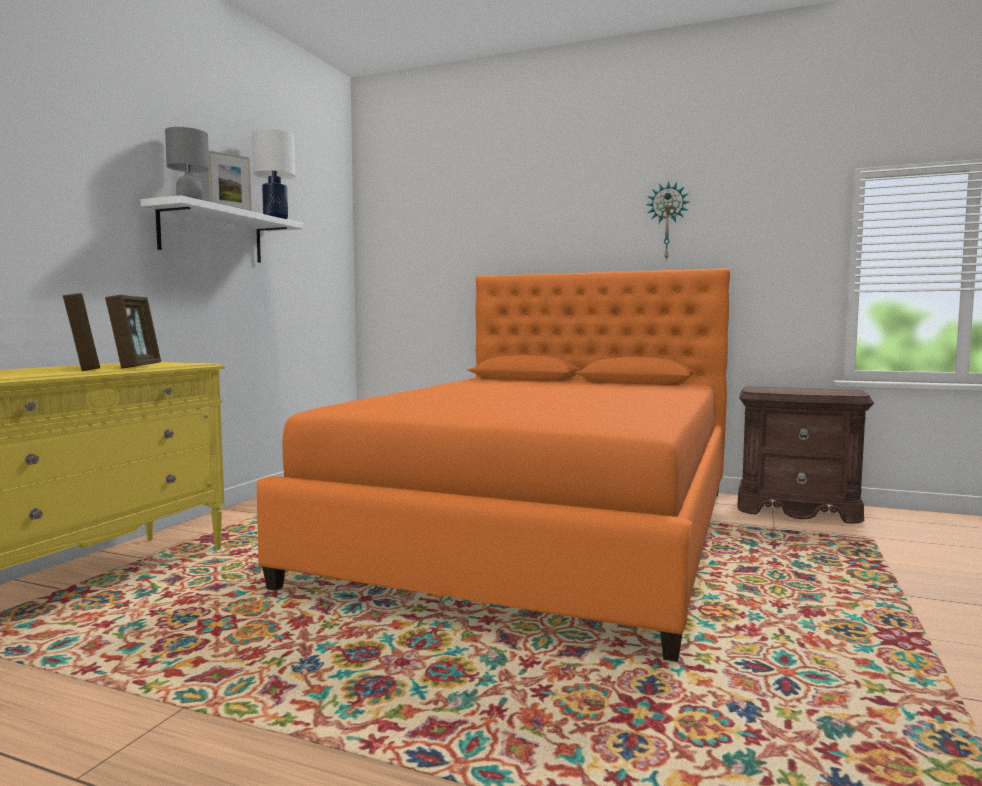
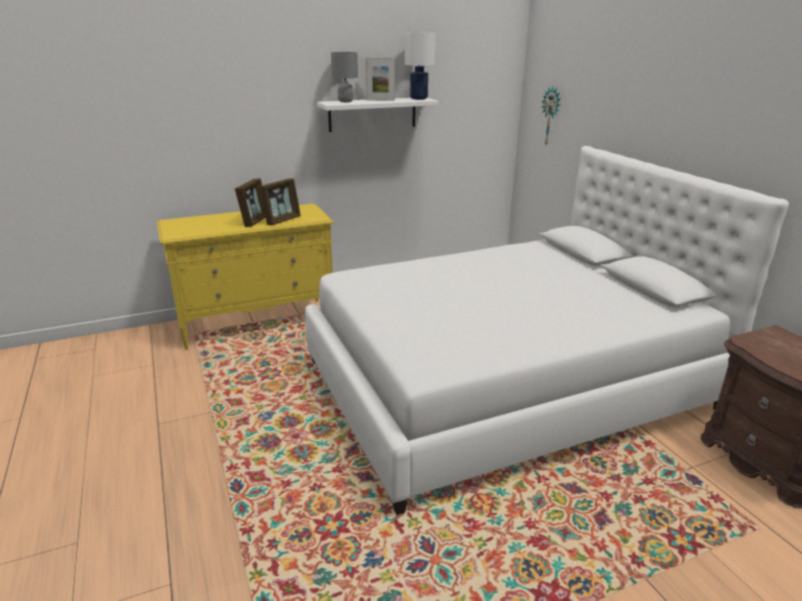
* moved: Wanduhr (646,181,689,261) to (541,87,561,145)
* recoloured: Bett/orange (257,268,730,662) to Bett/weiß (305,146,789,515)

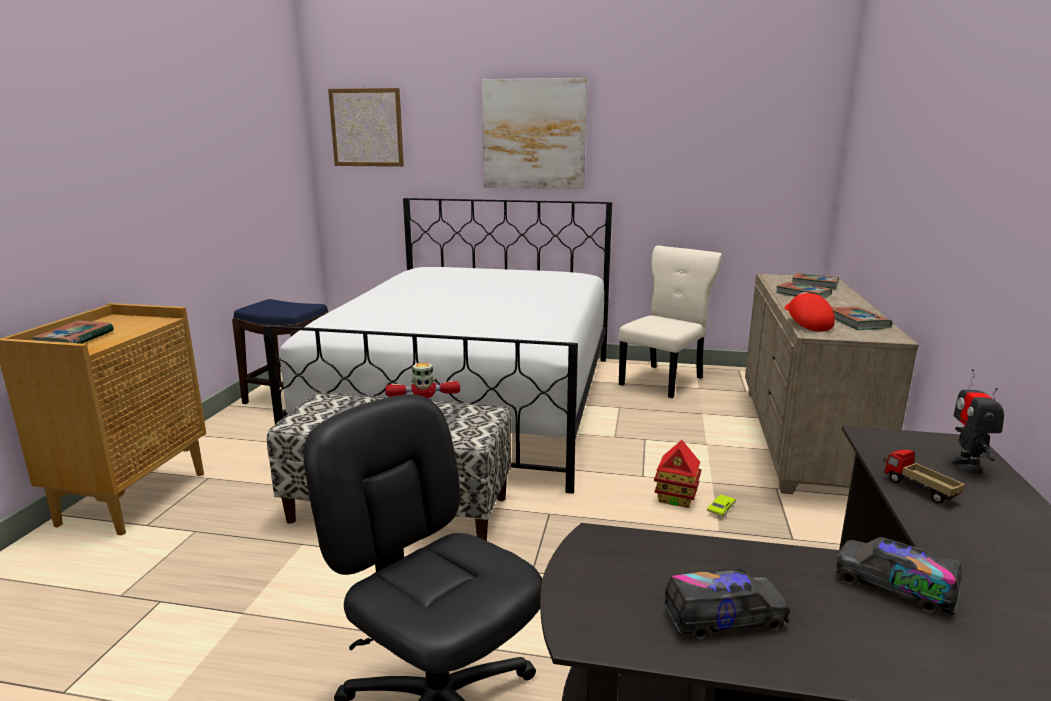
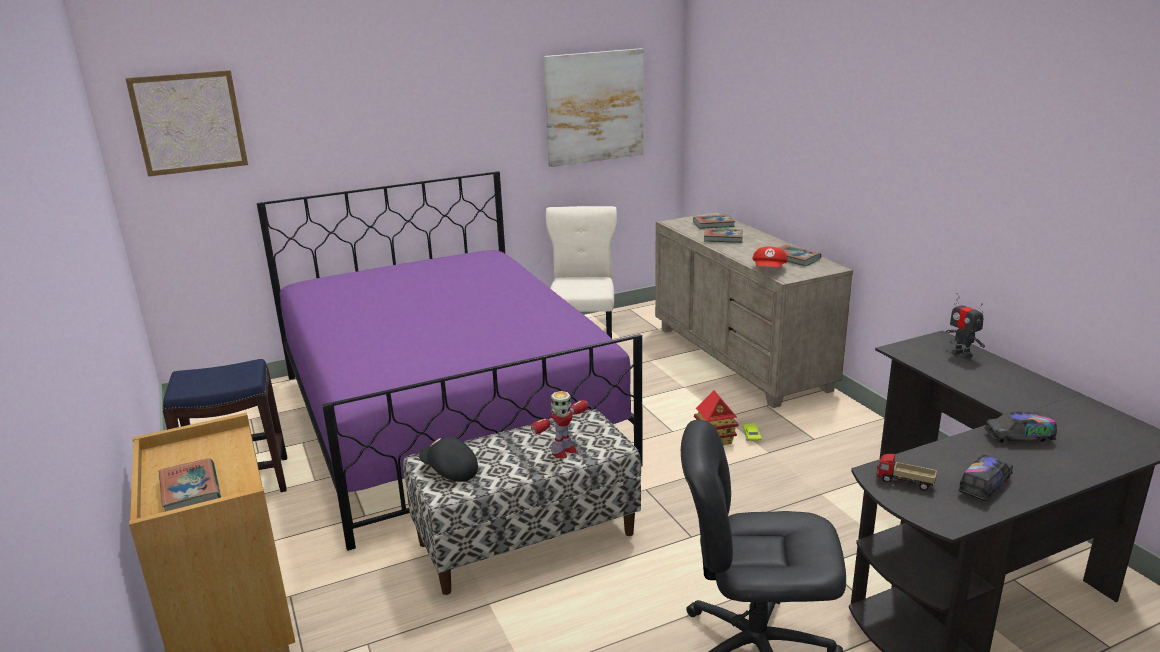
* moved: Bild (482,78,587,189) to (544,48,644,167)
* recoloured: Bett/weiß (262,198,612,494) to Bett/lila (257,171,643,551)
* turned: Kappe/rot (785,292,835,332) = (752,247,788,267) 120 degrees counterclockwise
* moved: Spielzeuglaster (884,449,965,503) to (877,454,937,491)
* added: Kappe/schwarz (419,437,478,482)

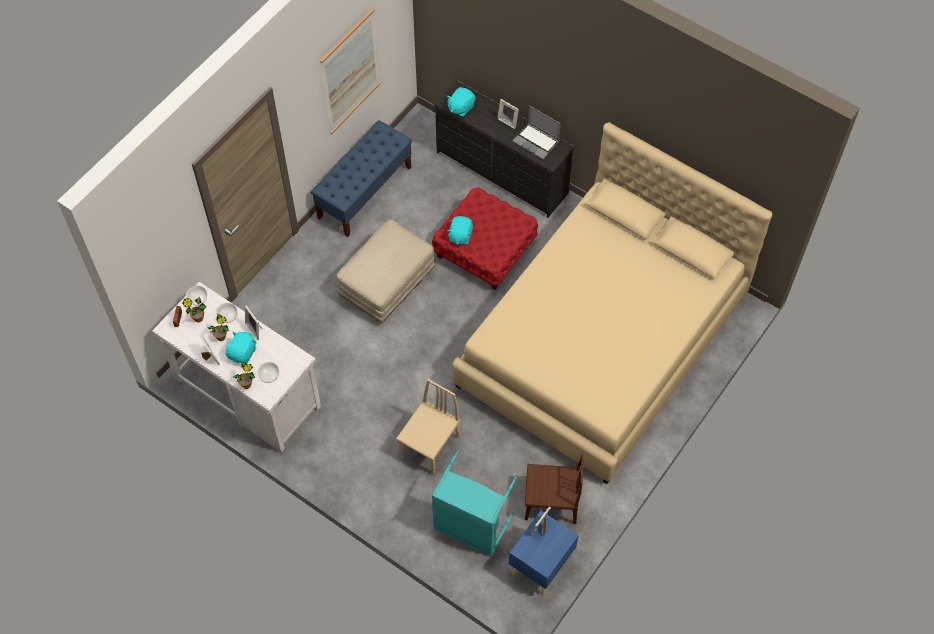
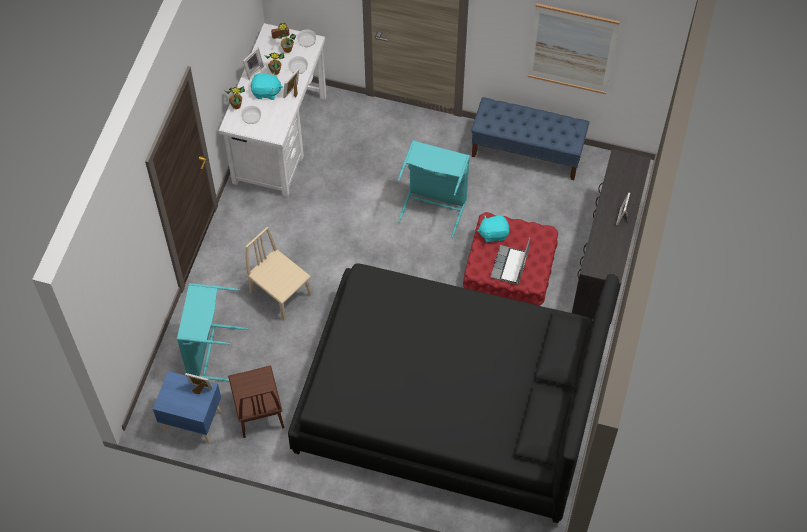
* removed: Plüschtier/türkis (447,87,476,117)
* moved: Laptop (512,106,561,159) to (490,237,530,285)
* recoloured: Bett/beige (453,122,772,484) to Bett/schwarz (288,263,619,523)
* replaced: Polsterhocker/beige (337,220,435,324) to Wäschekorb/türkis (398,140,470,237)
* turned: Stuhl/beige (396,379,461,475) = (245,227,312,320) 150 degrees counterclockwise

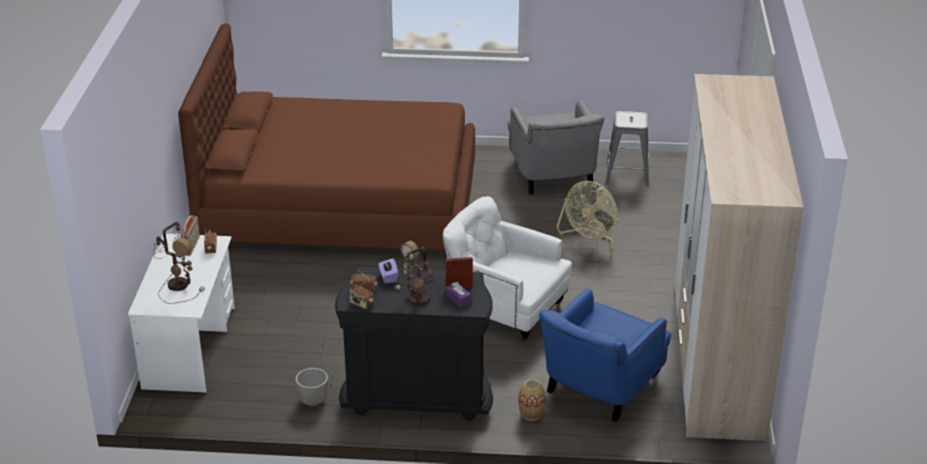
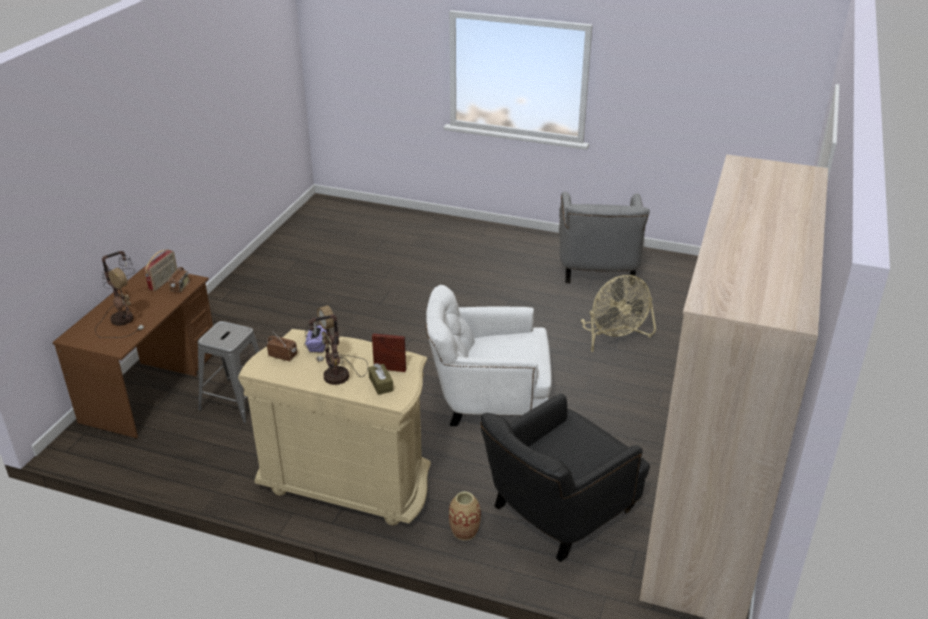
* removed: Bett/braun (178,23,475,250)
* moved: Hocker/grau (605,111,649,187) to (197,321,260,423)
* turned: Ventilator/beige (557,181,619,256) = (581,275,656,352) 75 degrees counterclockwise
* turned: Sessel/weiß (442,196,572,341) = (426,285,551,426) 45 degrees counterclockwise
* recoloured: Schreibtisch/weiß (127,234,235,393) to Schreibtisch/braun (52,267,213,438)
* recoloured: Kommode/schwarz (335,267,493,420) to Kommode/beige (238,329,431,525)
* removed: Radio (349,282,374,309)
* recoloured: Taschentuchbox/lila (446,282,471,307) to Taschentuchbox/braun (368,363,394,395)
* recoloured: Sessel/blau (539,288,671,422) to Sessel/schwarz (480,394,650,562)
* removed: Pflanzkübel/grau (295,368,328,406)

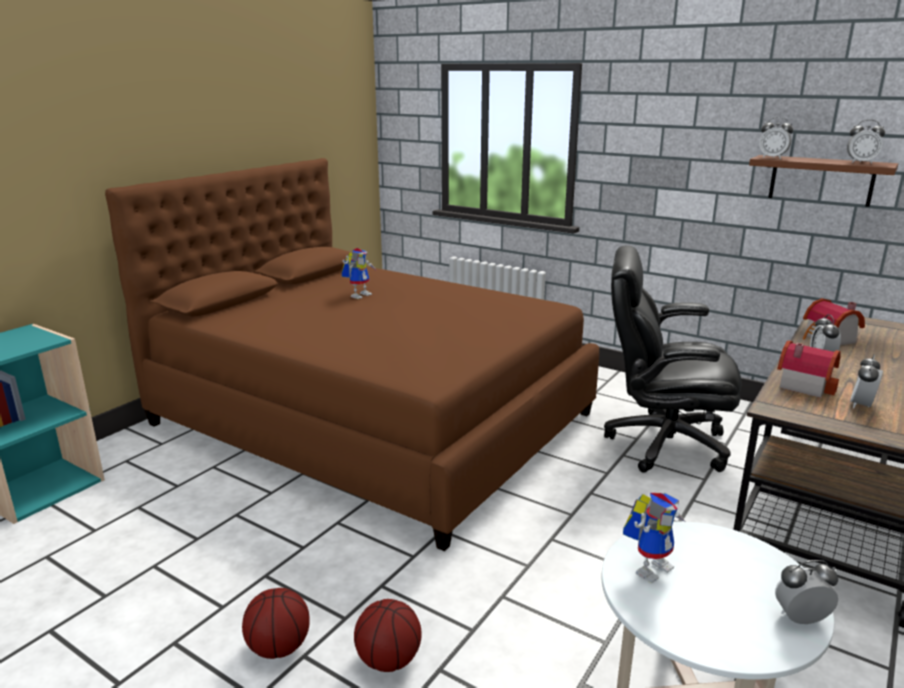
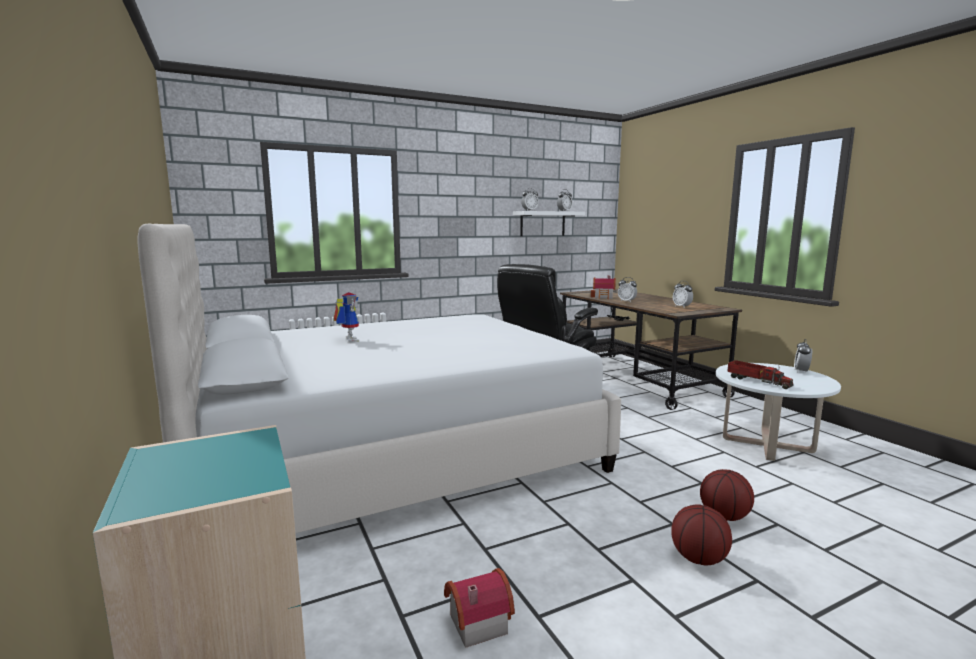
* recoloured: Wandregal/braun (749,155,898,207) to Wandregal/weiß (513,211,585,236)
* recoloured: Bett/braun (105,158,599,551) to Bett/weiß (137,224,621,533)
* moved: Spielzeughaus (777,341,841,398) to (444,568,515,648)
* replaced: Spielzeugroboter (623,493,685,584) to Spielzeuglaster (727,360,794,389)

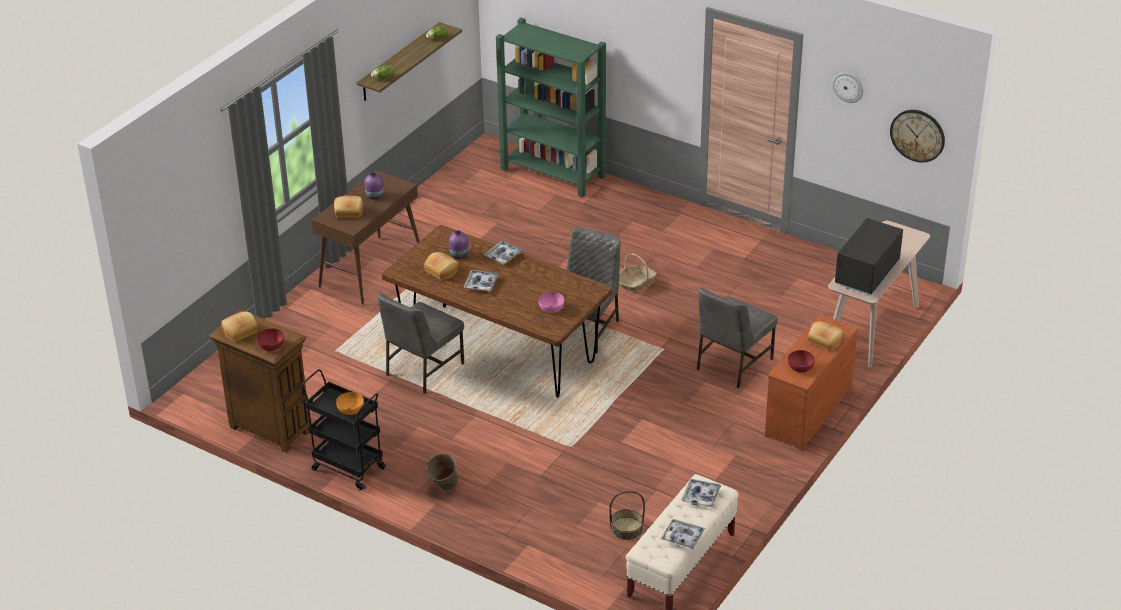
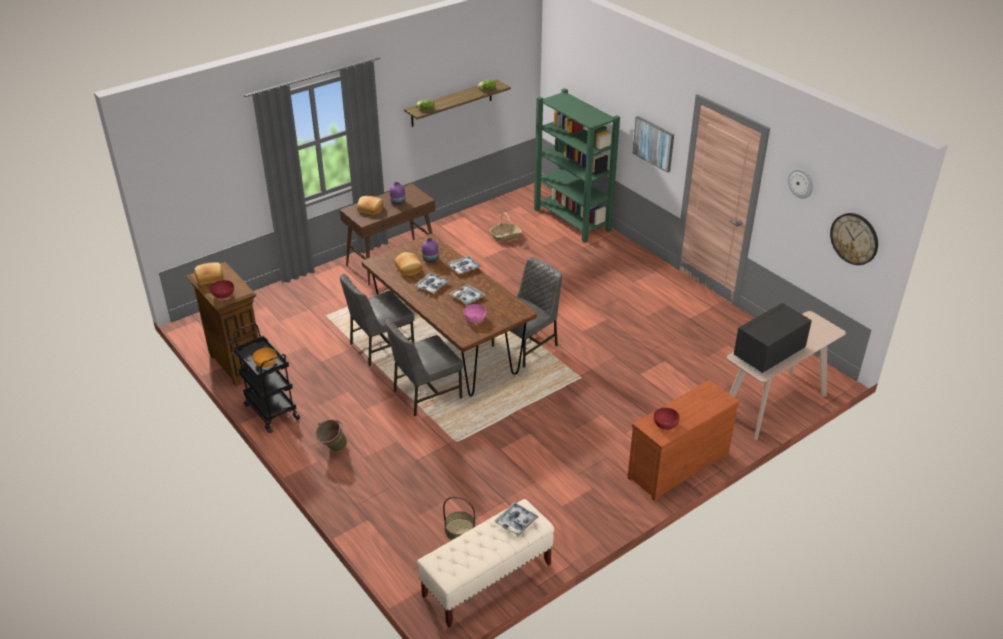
* moved: Korb (619,253,657,294) to (490,213,522,243)
* moved: Stuhl/grau (697,287,778,388) to (385,319,463,416)
* removed: Brot (808,321,843,351)
* moved: Tablett (660,519,705,549) to (449,284,486,305)
* added: Bild (633,116,674,173)

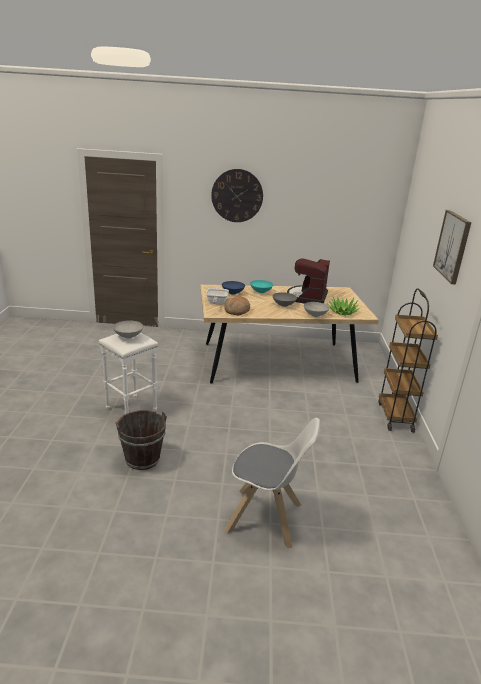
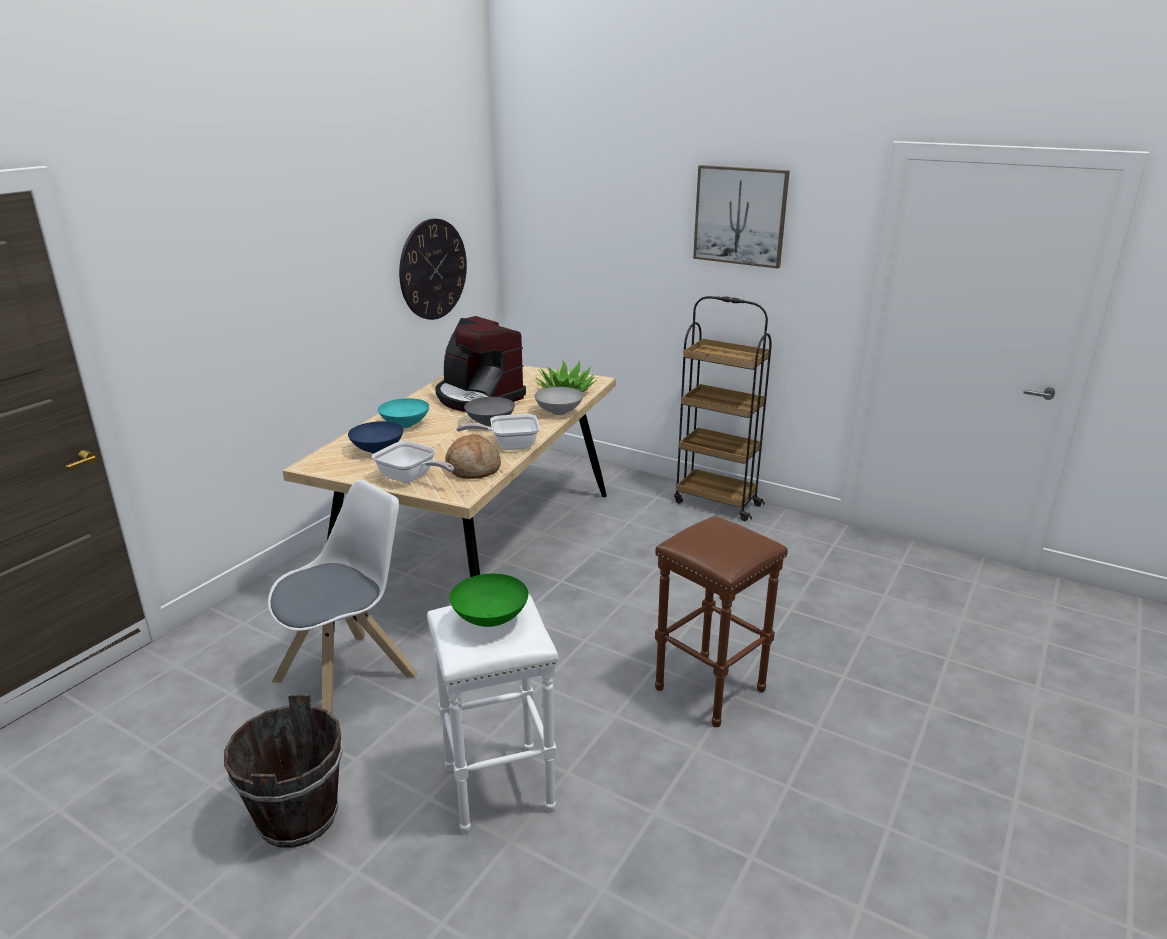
* moved: Wanduhr (211,169,263,222) to (399,218,467,320)
* recoloured: Schüssel/grau (113,321,144,339) to Schüssel/grün (450,574,529,627)
* moved: Eimer/braun (115,410,167,470) to (224,694,343,848)
* moved: Stuhl (224,417,320,548) to (268,480,418,715)
* added: Pfanne (456,414,540,450)
* added: Hocker/braun (655,516,788,727)

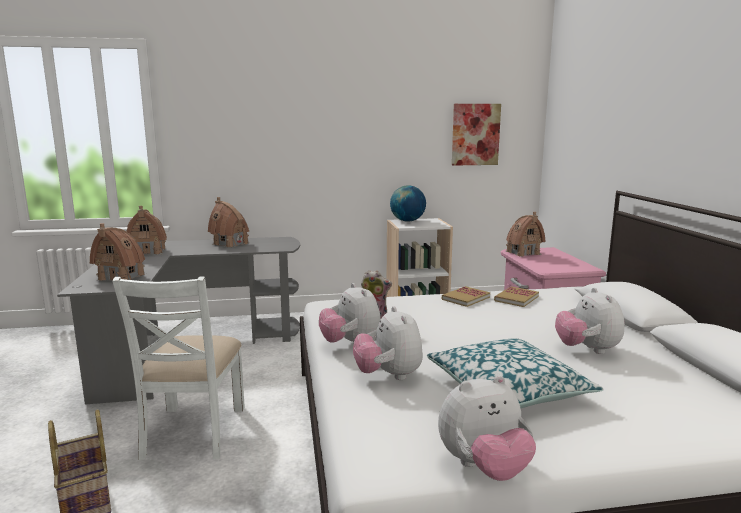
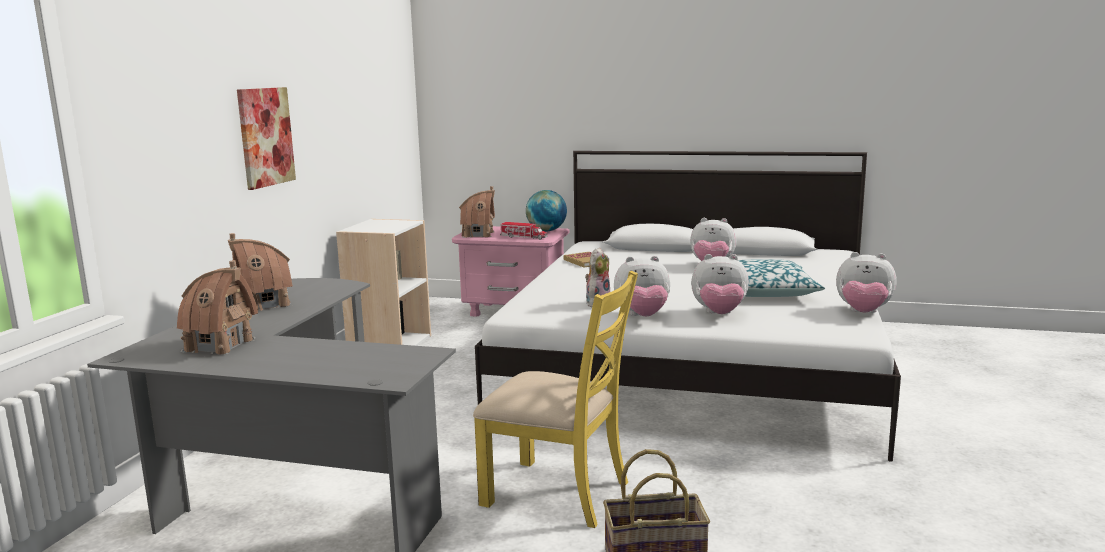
* moved: Bild (452,104,501,166) to (237,87,296,190)
* moved: Globus (390,185,426,222) to (526,190,567,231)
* removed: Spielzeughaus (90,223,145,281)
* recoloured: Stuhl/weiß (112,277,245,460) to Stuhl/gelb (473,271,638,528)
* removed: Buch (442,286,490,307)
* turned: Plüschtier (438,376,536,481) = (836,252,897,313) 105 degrees clockwise
* added: Spielzeuglaster (500,222,547,240)

